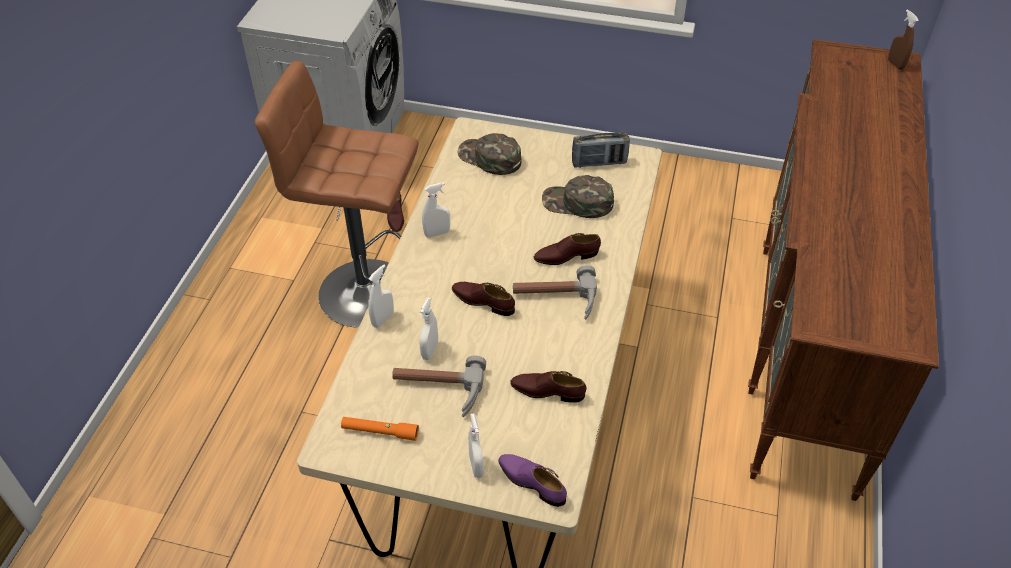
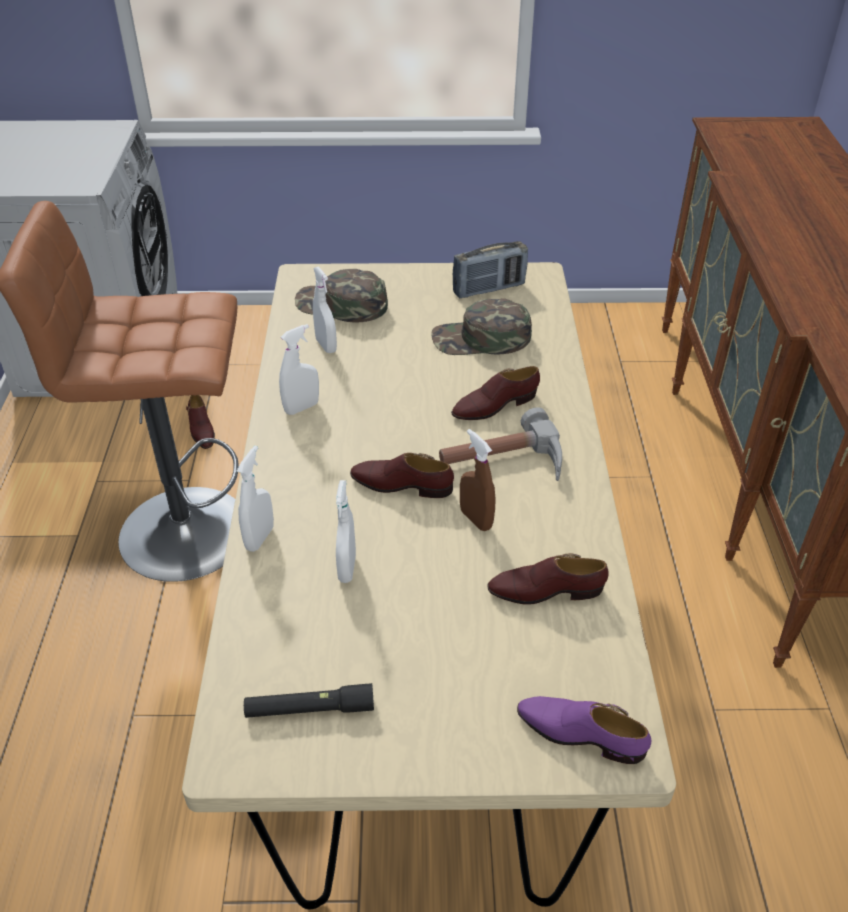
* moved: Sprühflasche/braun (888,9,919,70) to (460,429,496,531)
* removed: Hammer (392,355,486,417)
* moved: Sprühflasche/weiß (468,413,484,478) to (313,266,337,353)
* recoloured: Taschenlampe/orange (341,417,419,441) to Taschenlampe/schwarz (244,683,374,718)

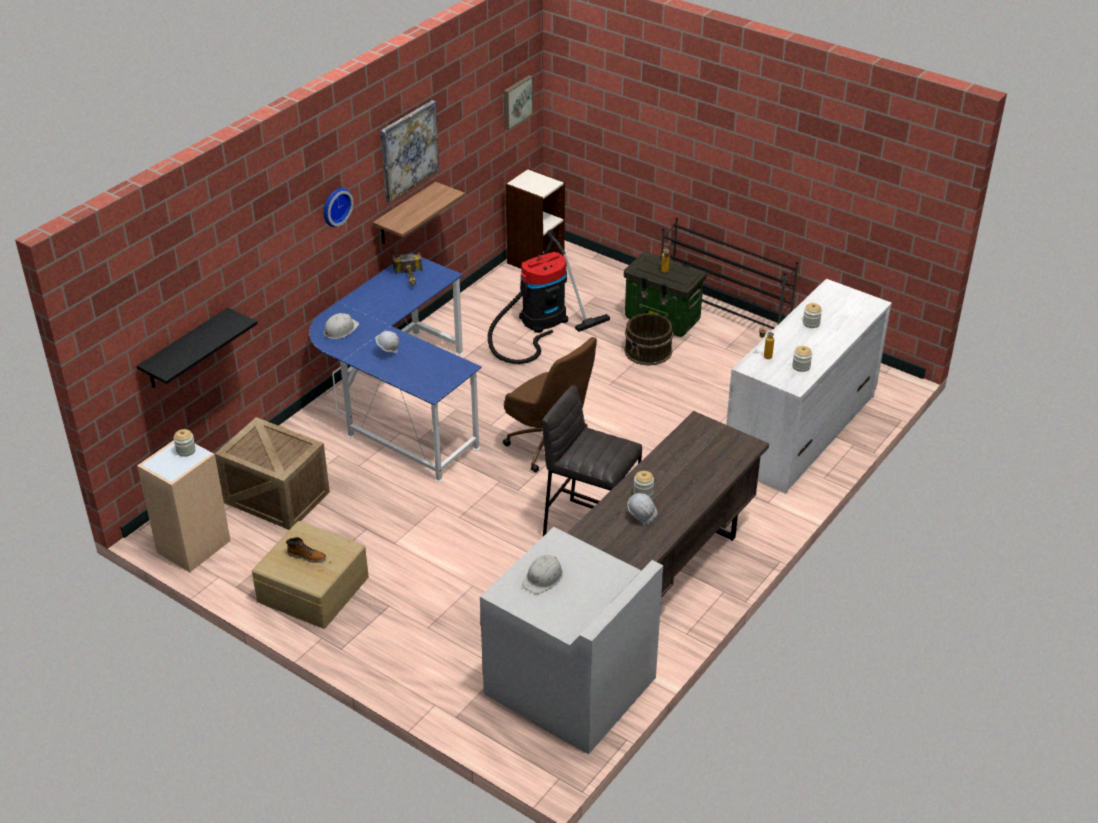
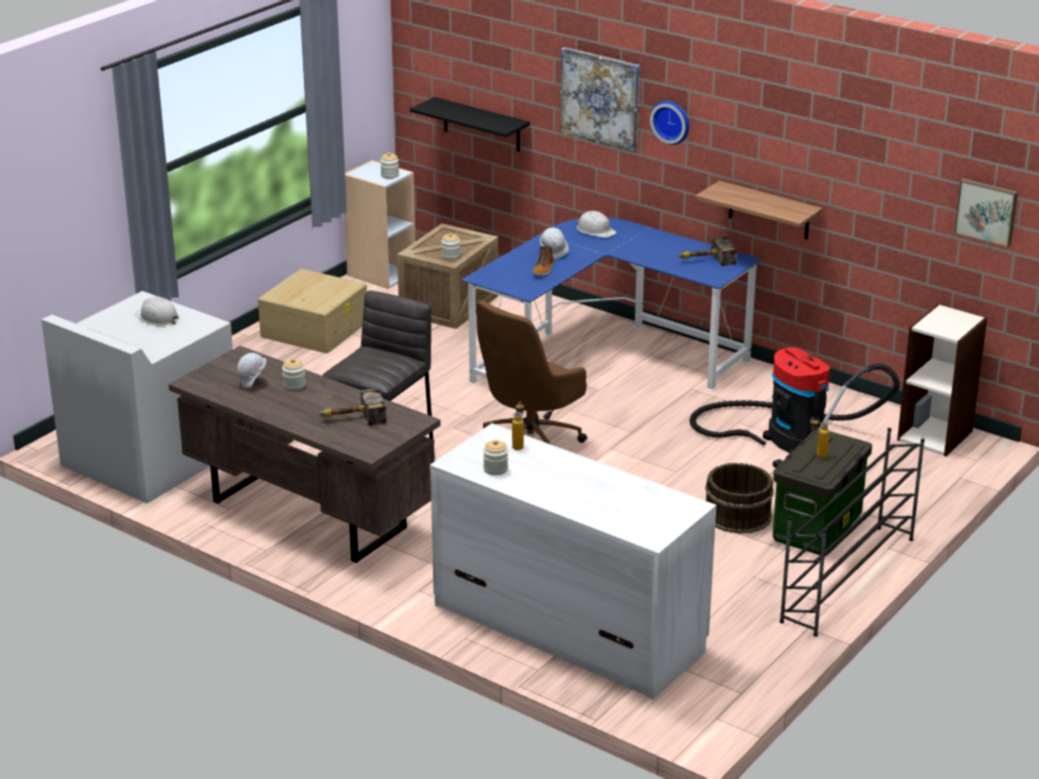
* moved: Bild (380,100,439,202) to (560,47,640,153)
* moved: Vorratsglas (803,303,822,328) to (441,233,460,260)
* moved: Stiefel (286,537,326,563) to (532,246,554,276)
* added: Hammer (319,388,387,425)

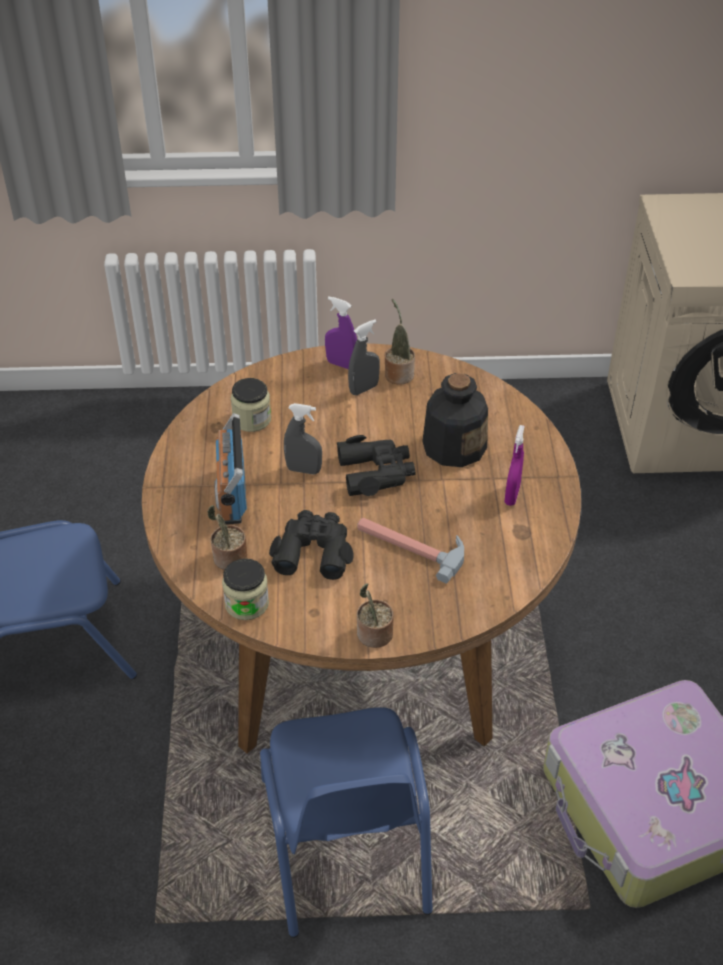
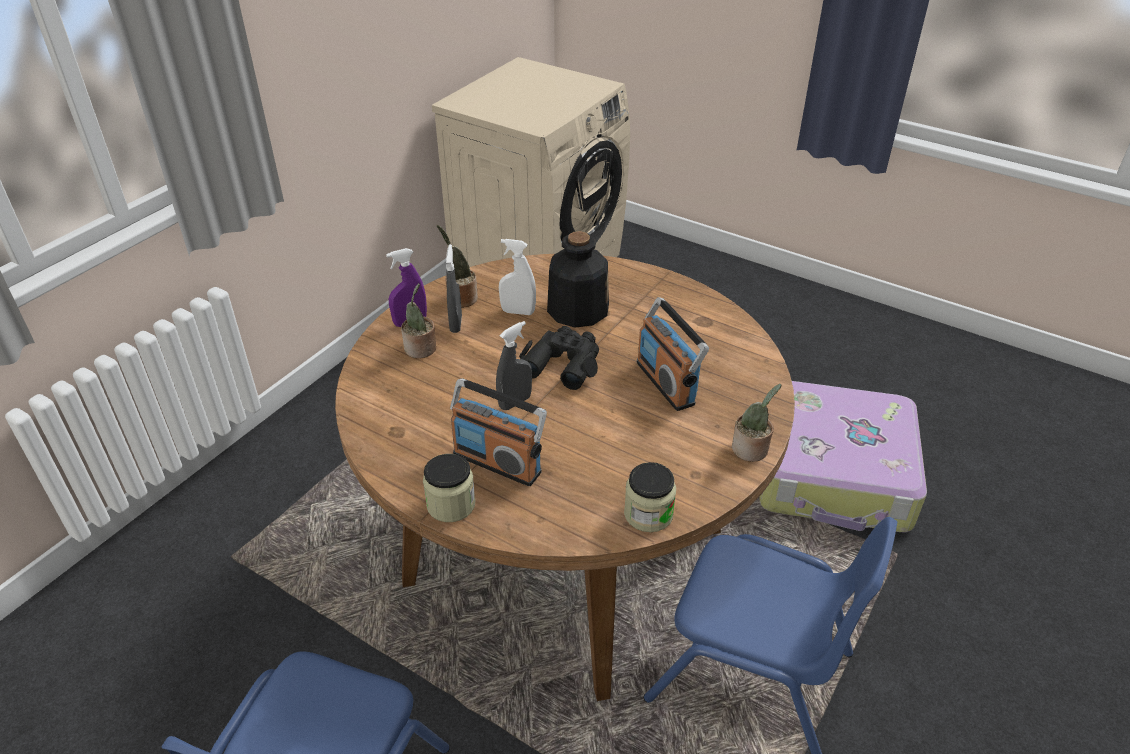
* moved: Vorratsglas (231,378,271,432) to (423,454,476,522)
* removed: Sprühflasche/lila (505,425,525,506)
* moved: Topfpflanze (207,505,247,570) to (401,283,436,358)
* removed: Fernglas/schwarz (269,510,354,580)
* replaced: Hammer (357,518,464,584) to Radio (637,297,709,411)
* added: Sprühflasche/weiß (499,239,536,315)

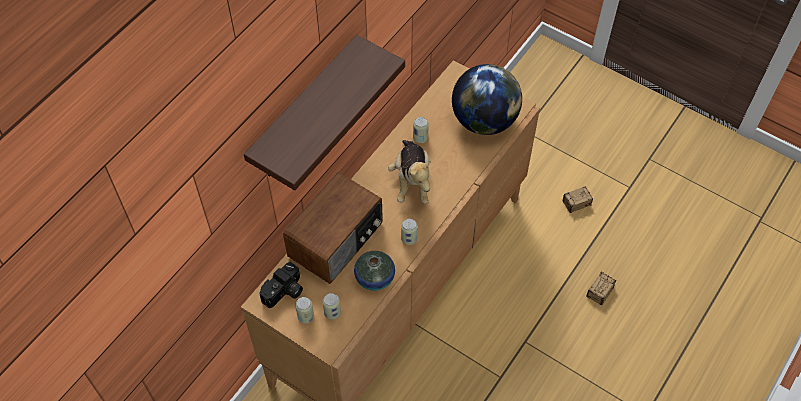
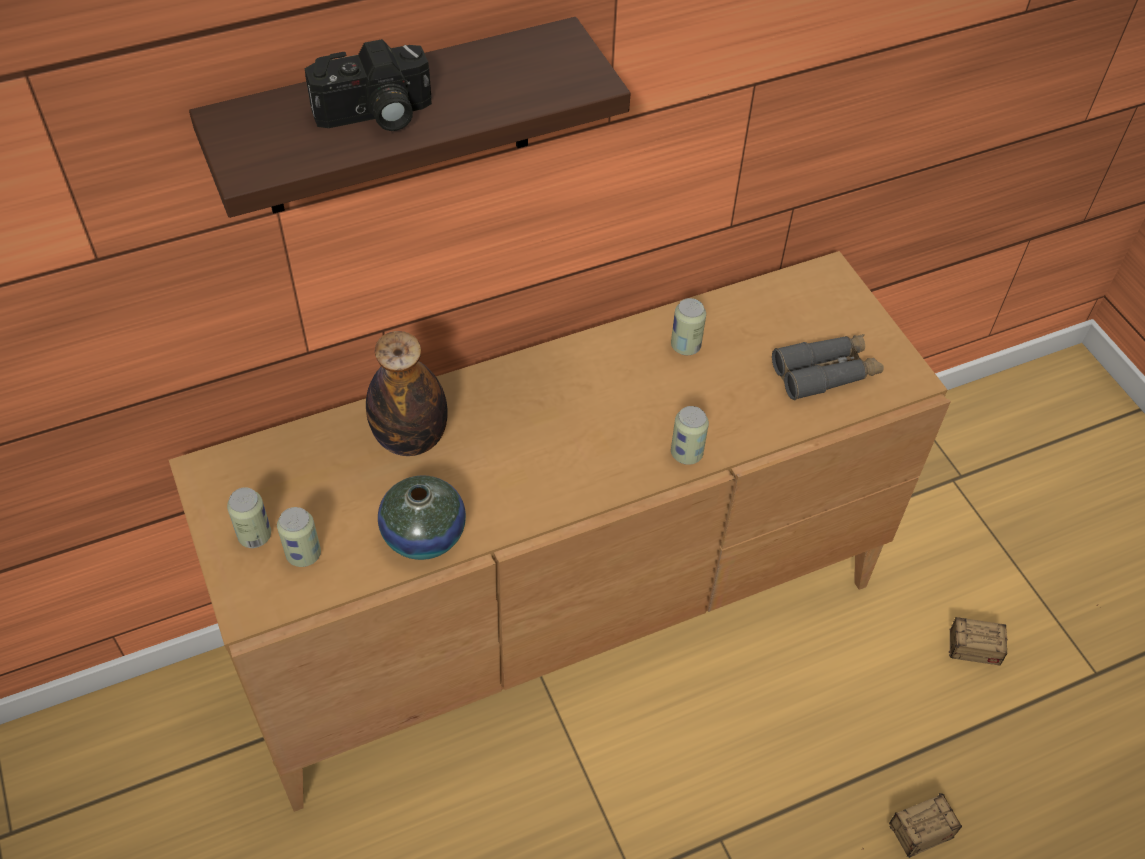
* replaced: Globus (452,64,522,135) to Fernglas/grau (772,334,883,400)
* removed: Plüschtier (388,140,431,204)
* replaced: Radio (283,172,383,284) to Flasche (366,331,448,456)
* moved: Dose (401,219,418,245) to (671,406,709,465)
* moved: Kamera (259,262,303,308) to (305,39,432,131)

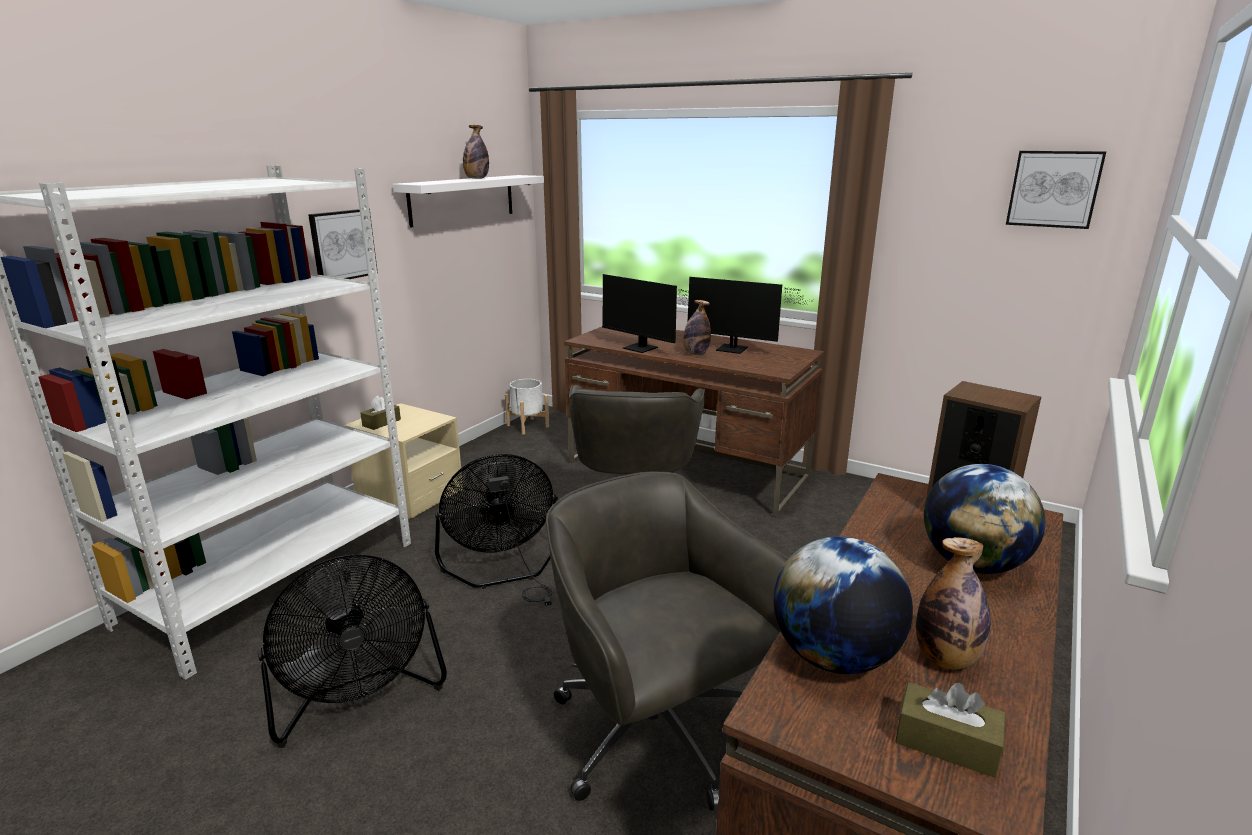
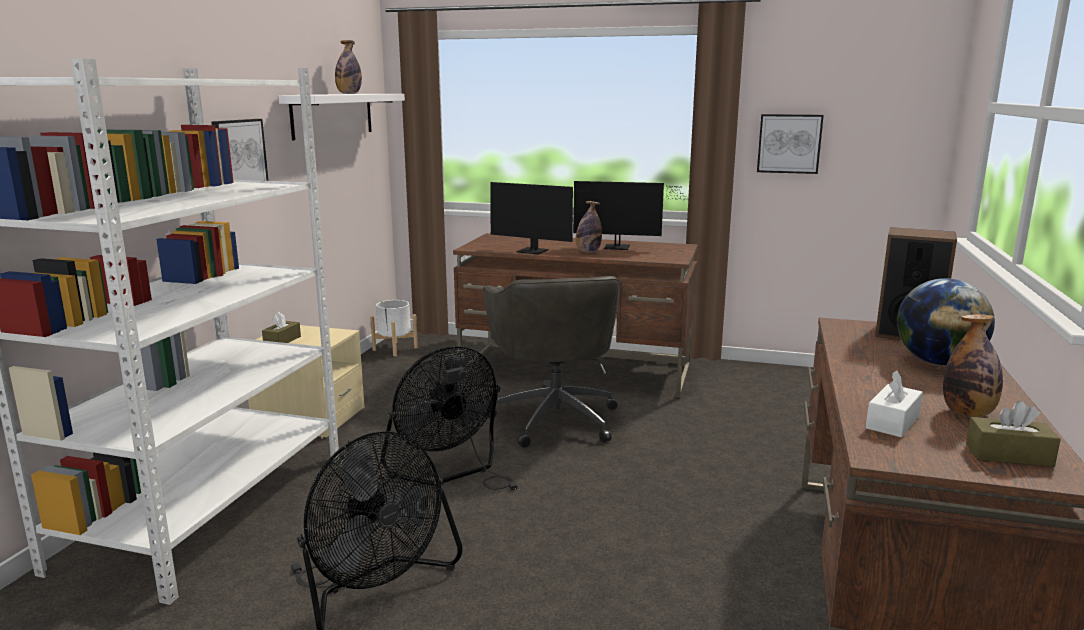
* moved: Bild (1006,151,1106,229) to (757,114,824,174)
* removed: Bürostuhl/grau (546,472,789,811)
* replaced: Globus (774,536,913,674) to Taschentuchbox/weiß (866,371,923,437)

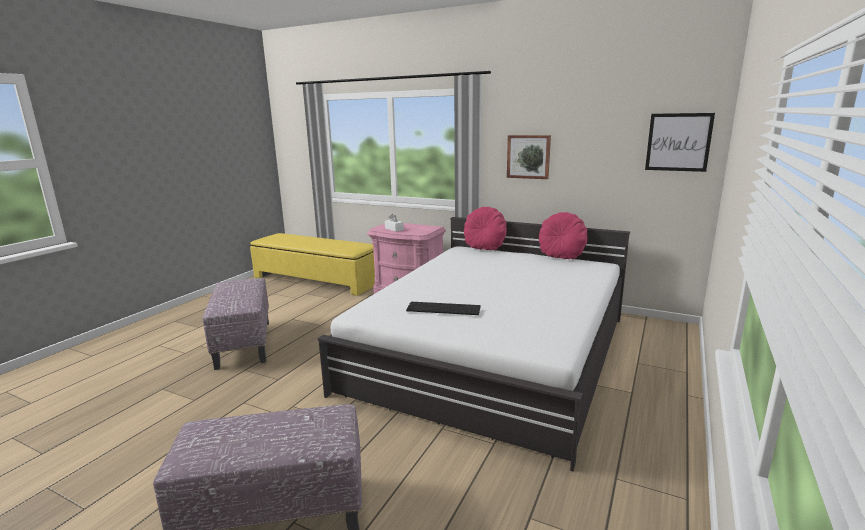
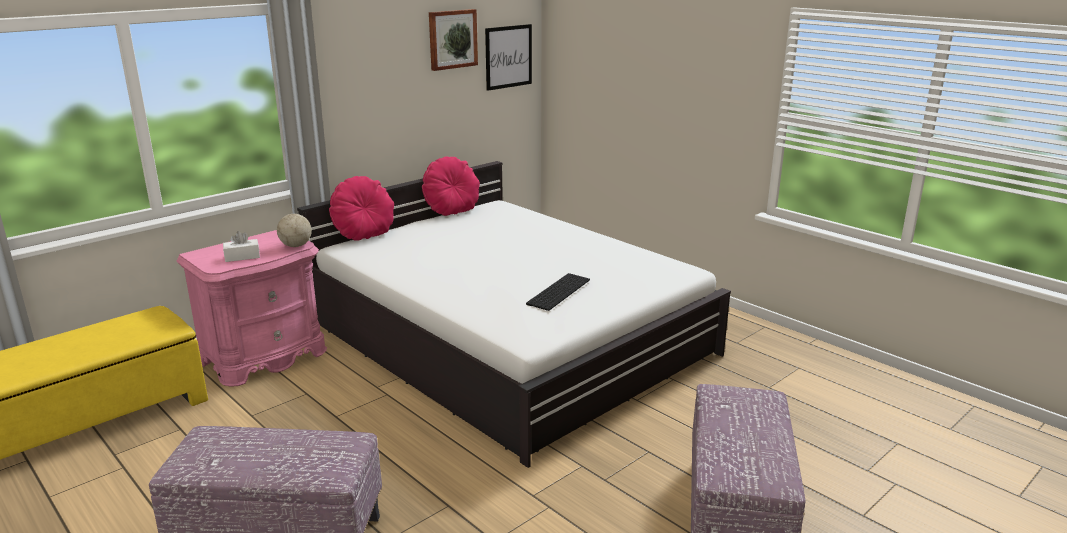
* moved: Bild (507,135,551,179) to (429,9,478,71)
* added: Globus (277,198,312,247)

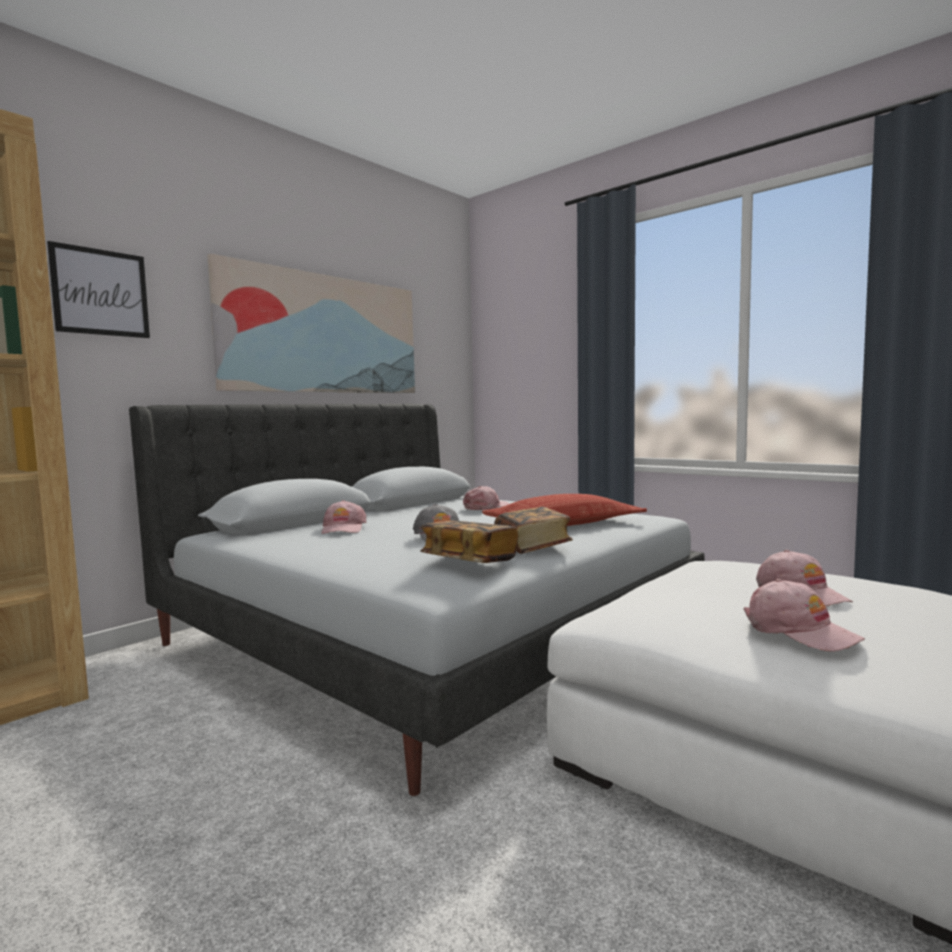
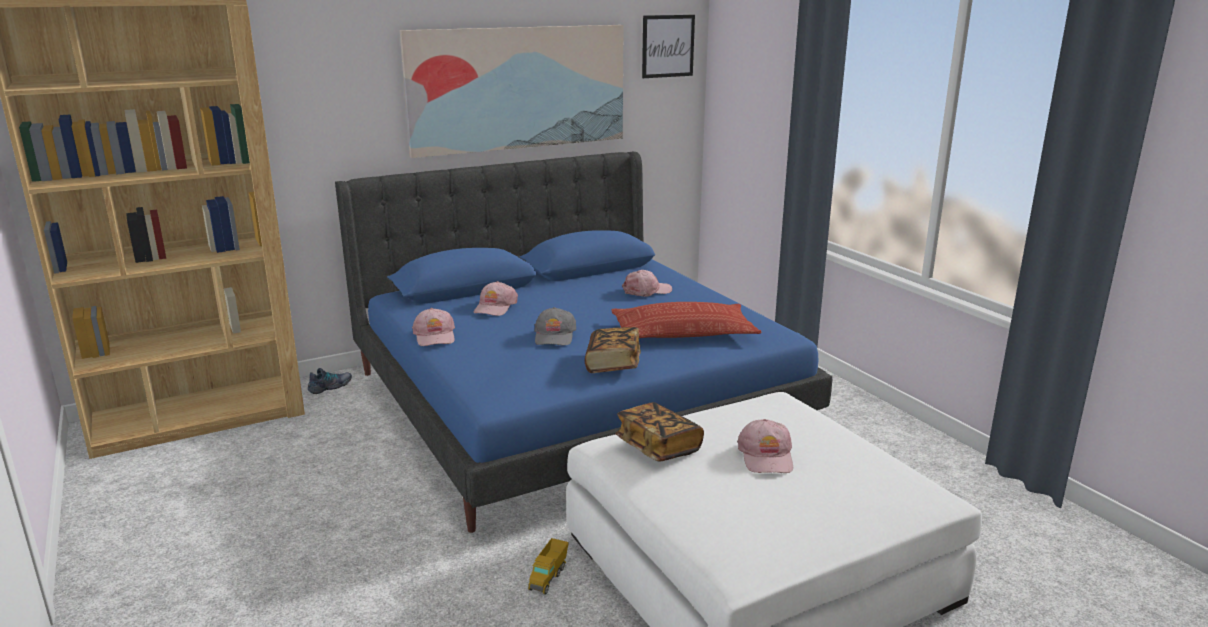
* moved: Bild (47,241,150,338) to (642,15,695,78)
* recoloured: Bett/grau (129,404,705,796) to Bett/blau (335,151,832,533)
* moved: Buch (420,521,518,563) to (615,402,704,462)
* moved: Kappe/rosa (744,579,865,652) to (412,308,455,346)
* added: Schuh (308,368,352,394)
* added: Spielzeuglaster (528,538,569,595)

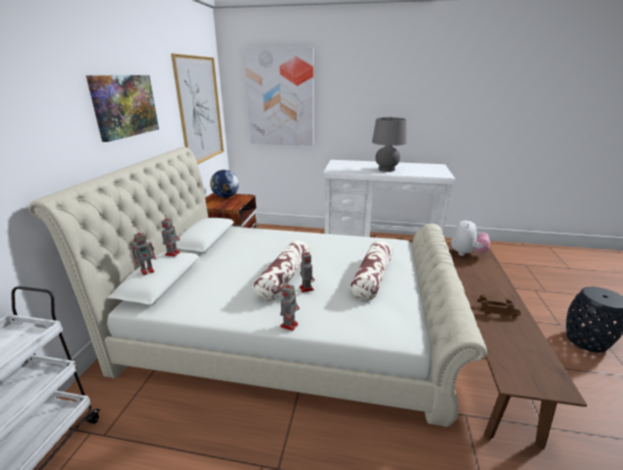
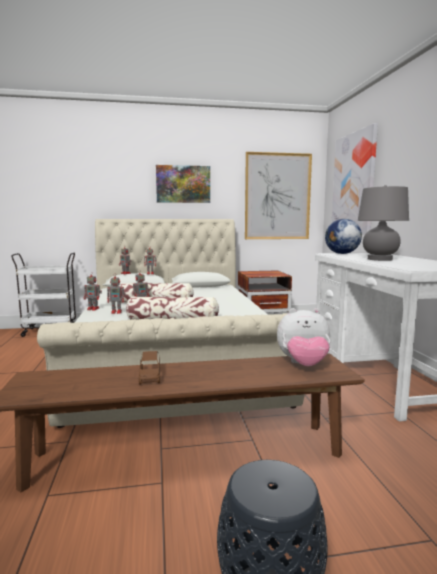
* moved: Globus (210,170,239,198) to (325,219,362,254)
* added: Spielzeugroboter (107,273,126,314)

